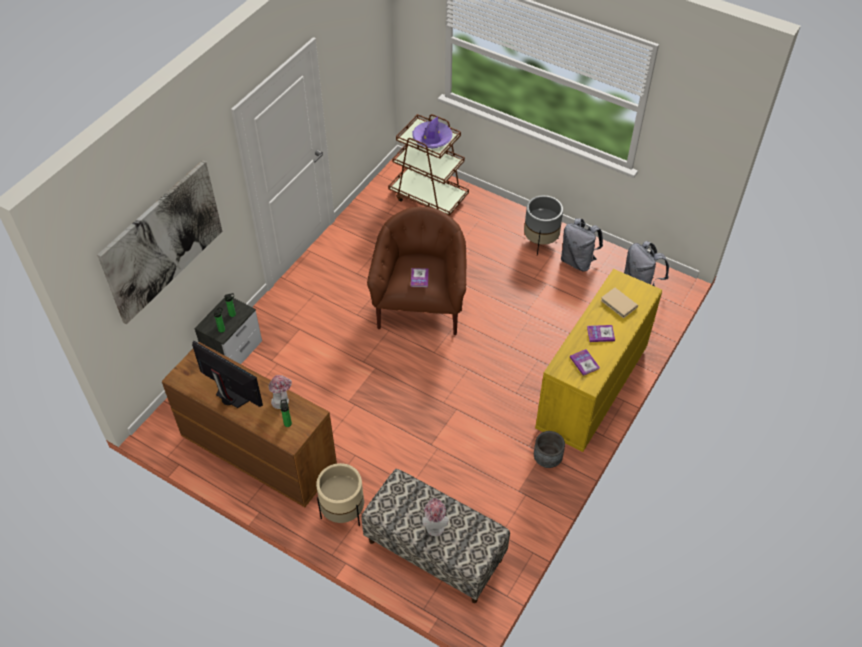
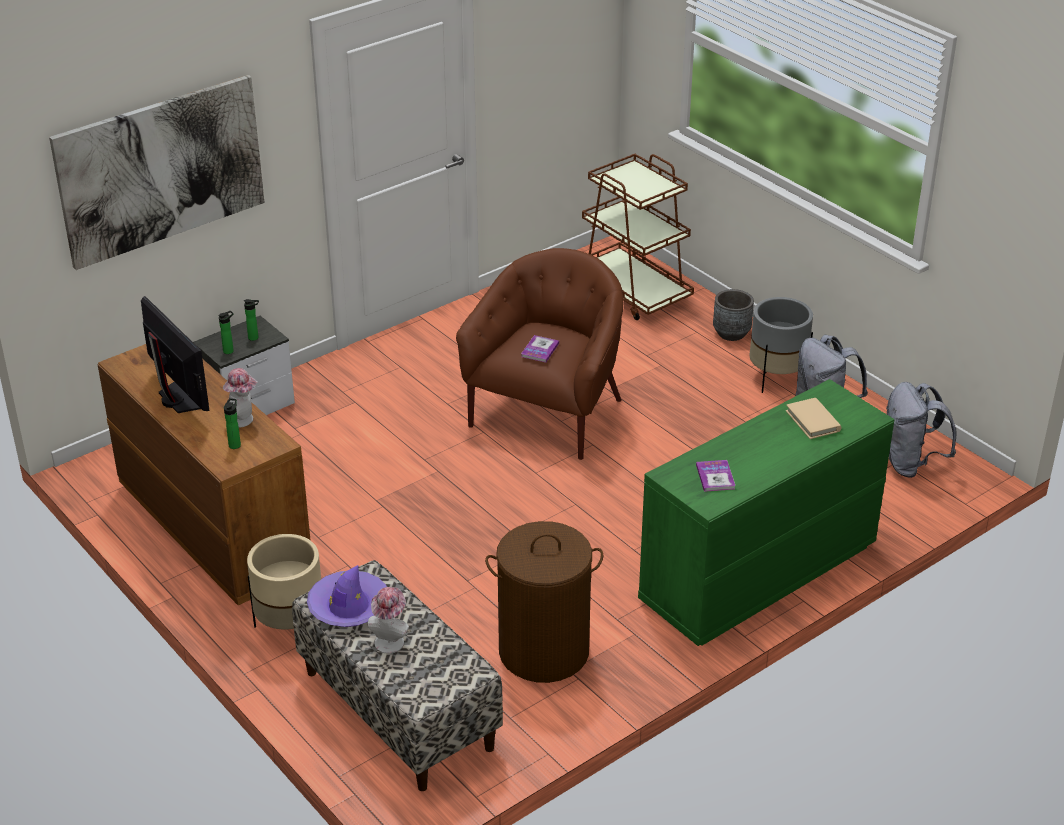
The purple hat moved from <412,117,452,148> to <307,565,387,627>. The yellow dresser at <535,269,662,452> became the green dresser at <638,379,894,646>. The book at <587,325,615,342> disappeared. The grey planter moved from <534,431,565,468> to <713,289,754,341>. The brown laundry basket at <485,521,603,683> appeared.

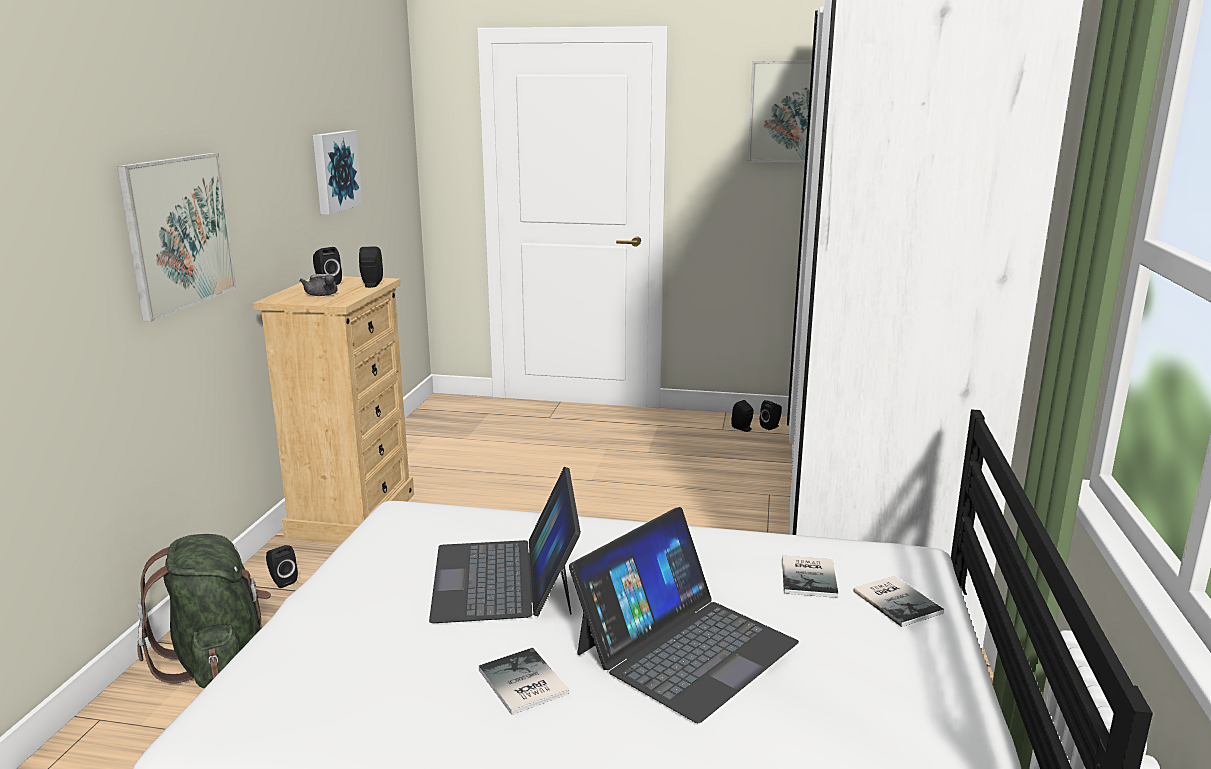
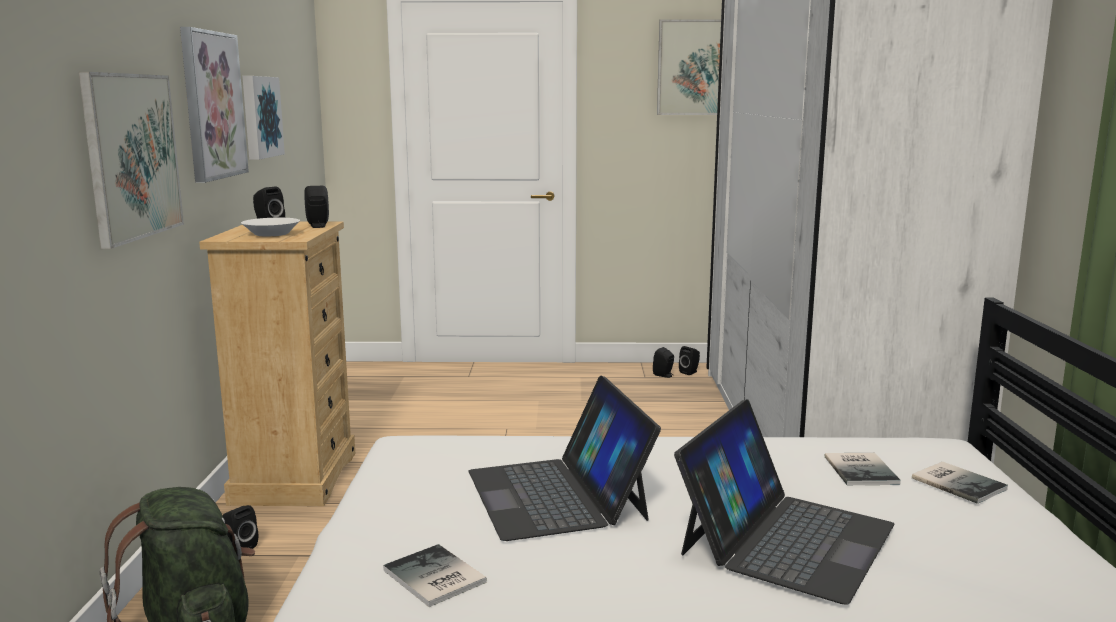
The grey teapot at <300,274,338,296> was replaced by the white bowl at <241,218,300,237>. The book moved from <479,648,569,715> to <383,544,487,607>. The picture at <180,27,249,183> appeared.

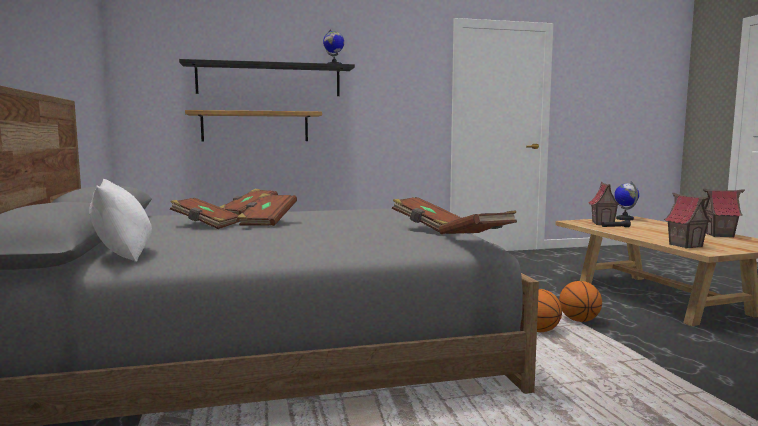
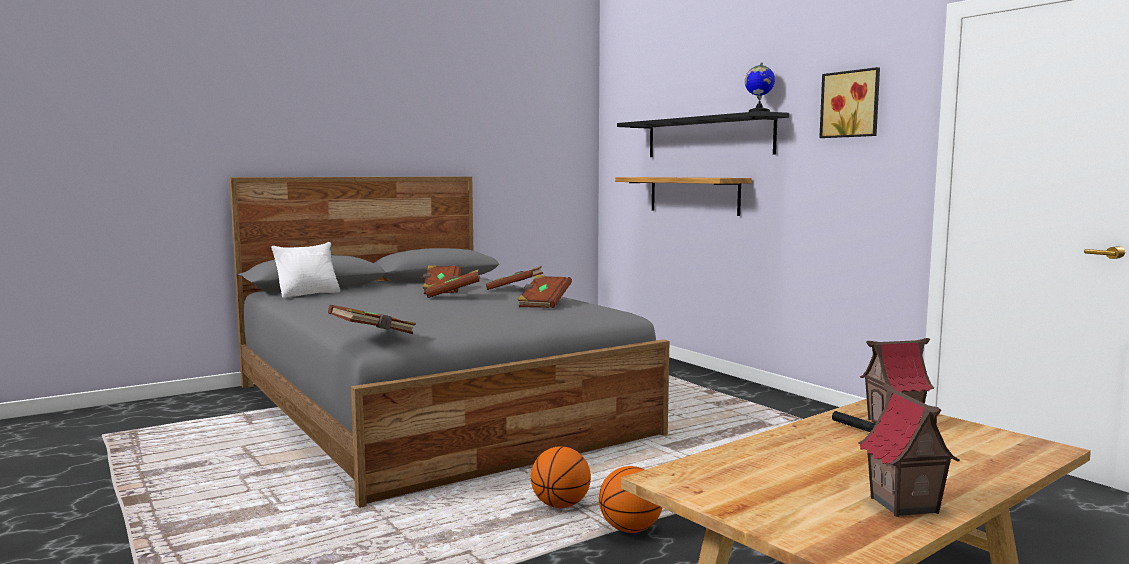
The globe at <614,181,639,220> disappeared. The toy house at <664,193,712,249> disappeared. The brown book moved from <392,197,461,233> to <517,275,572,308>. The picture at <819,67,880,138> appeared.

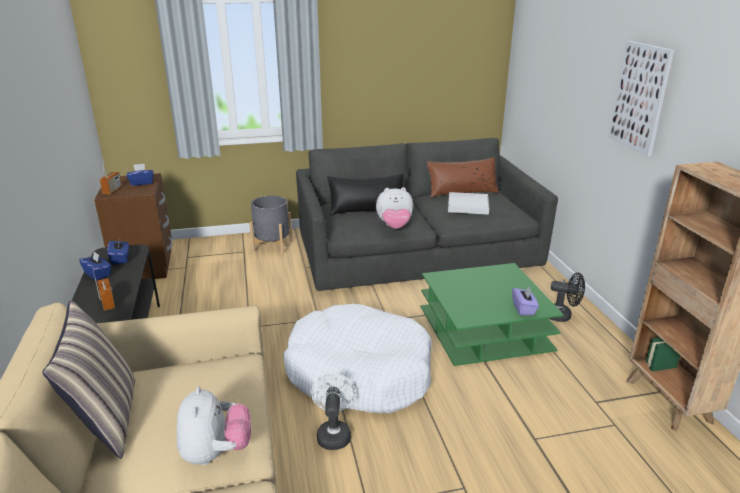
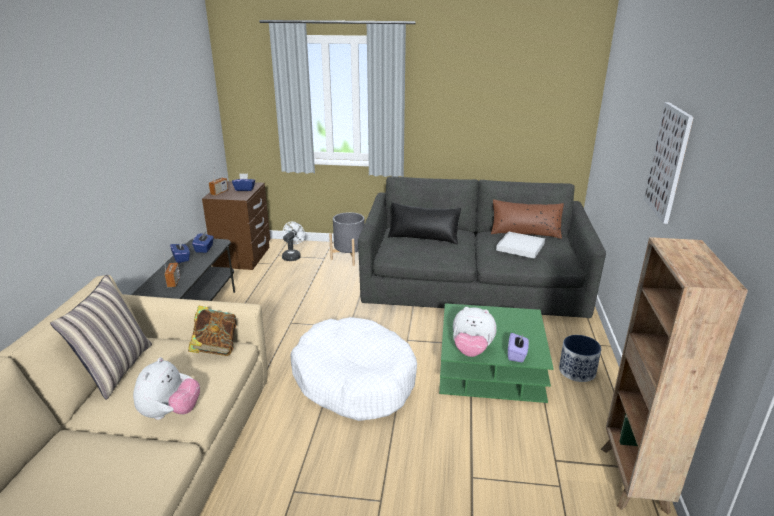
The plush toy moved from <376,187,413,229> to <453,307,497,357>. The black fan at <549,273,585,322> was replaced by the planter at <559,335,601,382>. The white fan moved from <311,373,356,450> to <282,221,305,261>. The book at <188,305,236,356> appeared.

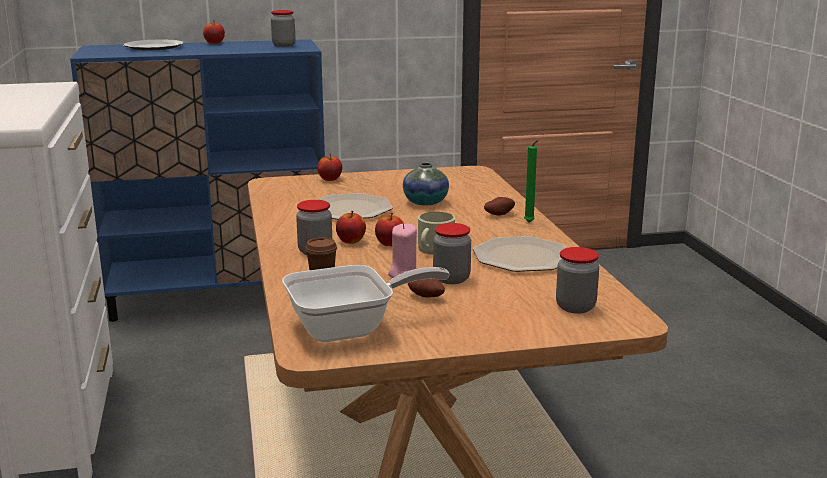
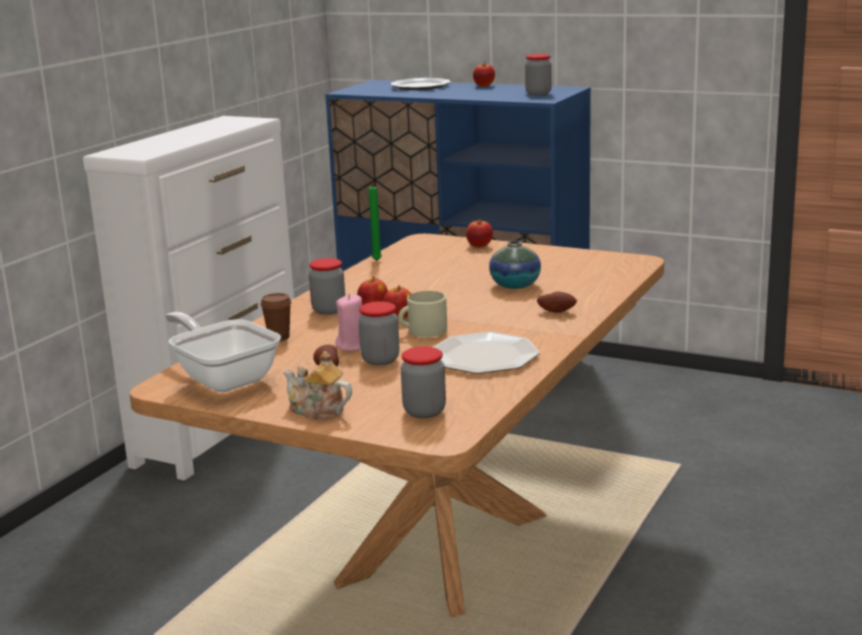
The green candle moved from <524,140,538,223> to <369,181,382,261>. The plate at <316,193,392,220> disappeared. The frying pan at <282,265,450,342> turned 150 degrees counterclockwise. The teapot at <283,351,352,420> appeared.

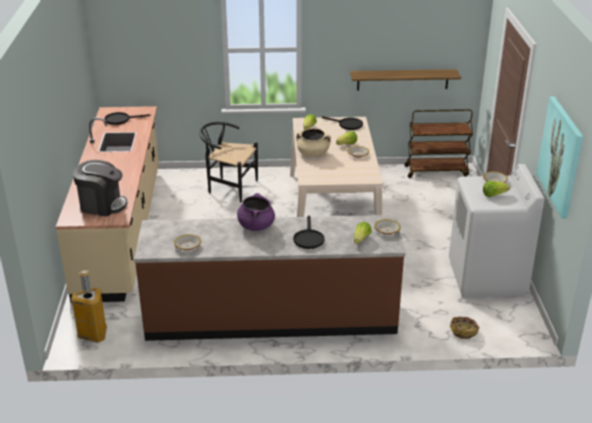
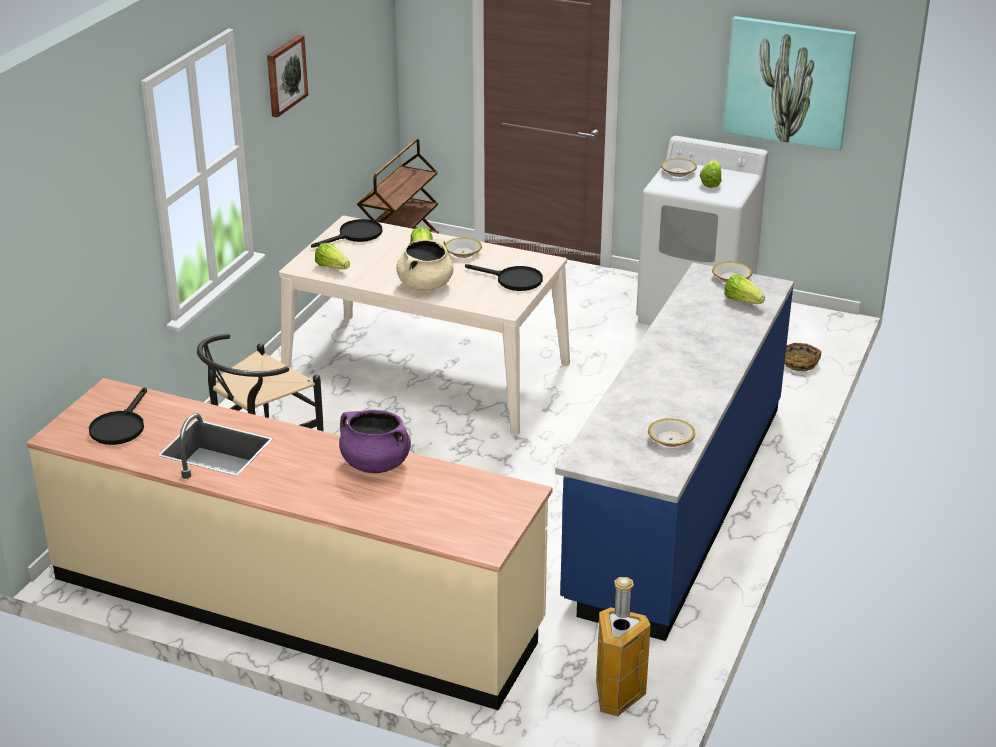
The shelf at <350,69,461,91> disappeared. The coffee machine at <73,160,127,216> disappeared. The purple cooking pot moved from <237,193,275,231> to <339,410,411,473>. The brown counter at <134,215,405,341> became the blue counter at <555,263,794,641>. The black frying pan moved from <293,216,325,249> to <465,264,543,291>. The picture at <267,35,308,118> appeared.

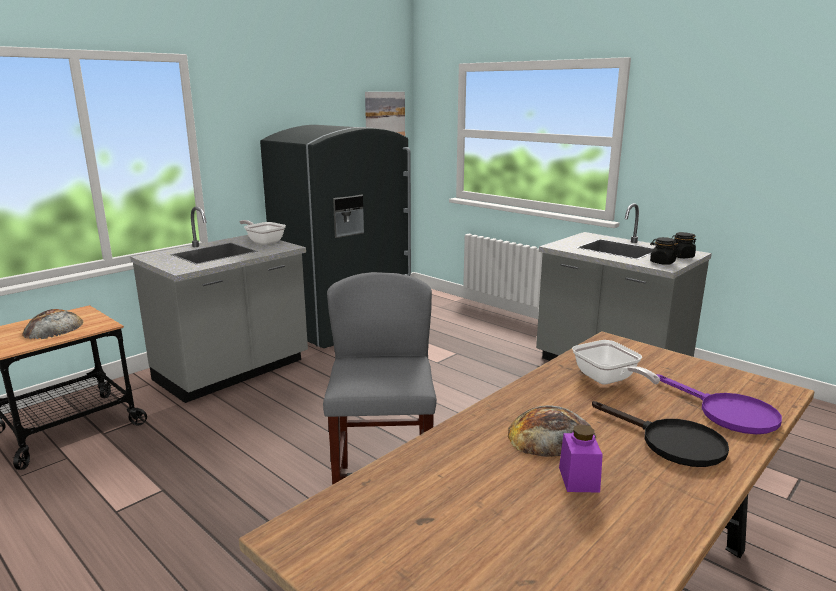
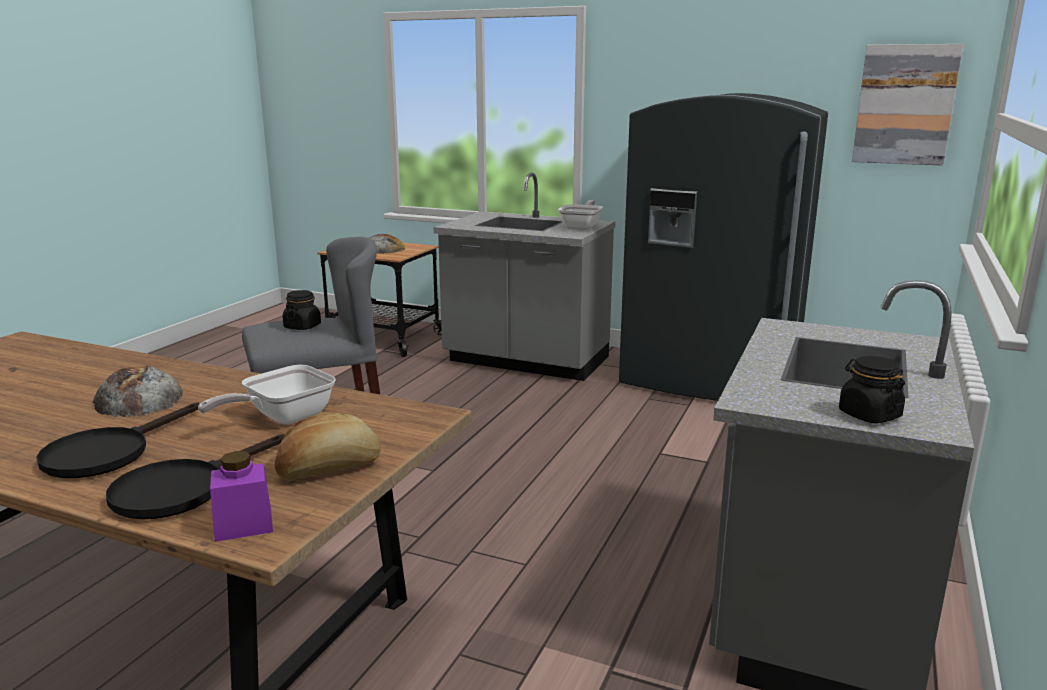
The black jar moved from <650,237,678,265> to <282,290,321,330>. The purple frying pan at <657,374,782,434> became the black frying pan at <106,434,284,519>. The purple jar moved from <559,424,603,492> to <210,451,273,542>. The bread at <275,412,381,480> appeared.

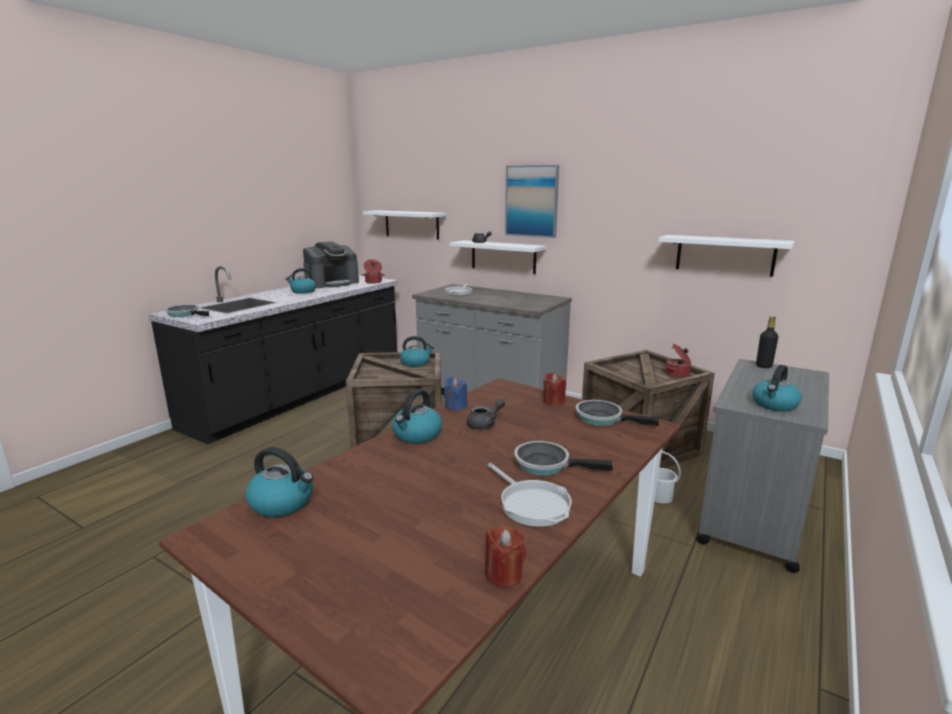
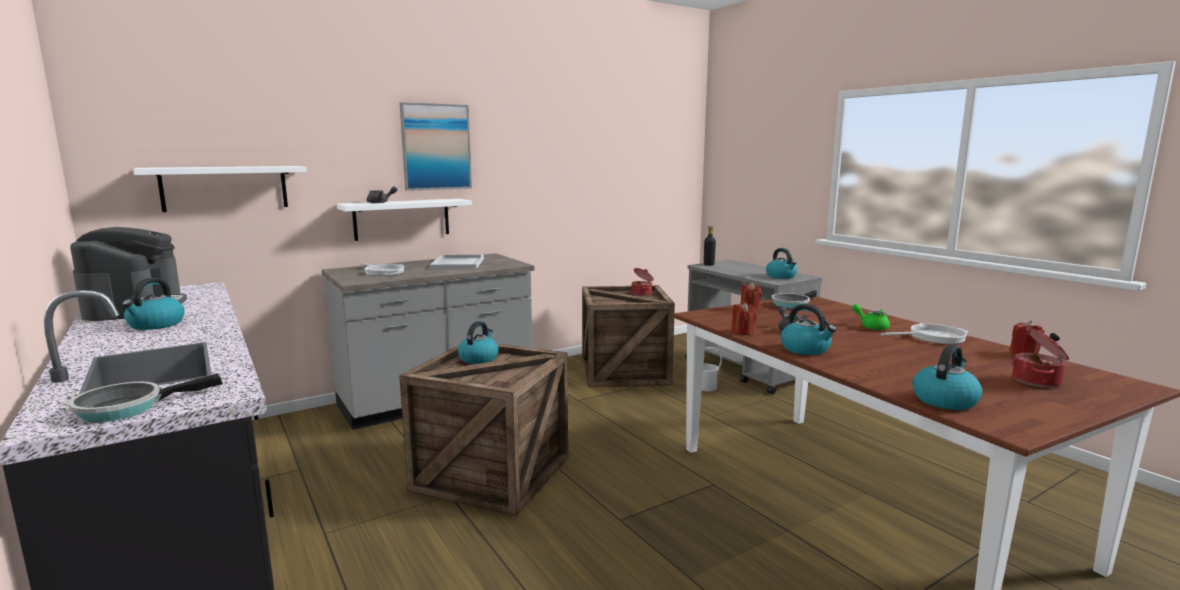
The white shelf at <658,235,795,277> disappeared. The cooking pot moved from <362,259,385,284> to <1012,327,1069,388>. The blue candle at <444,377,468,411> became the red candle at <731,302,757,335>. The frying pan at <514,441,613,476> was replaced by the green teapot at <852,304,890,330>. The white tray at <429,255,484,269> appeared.

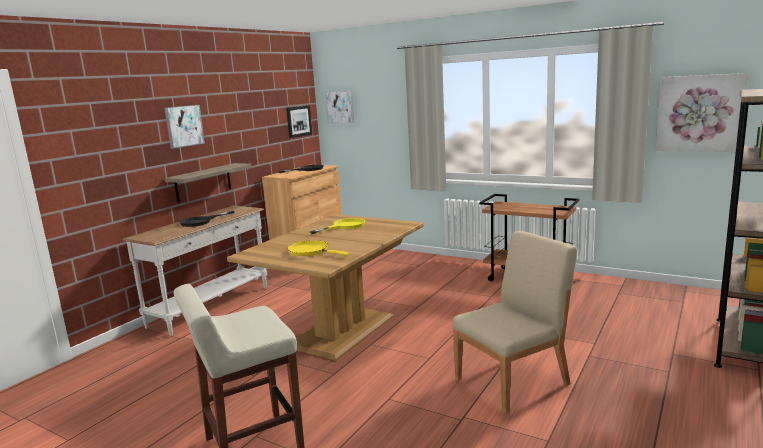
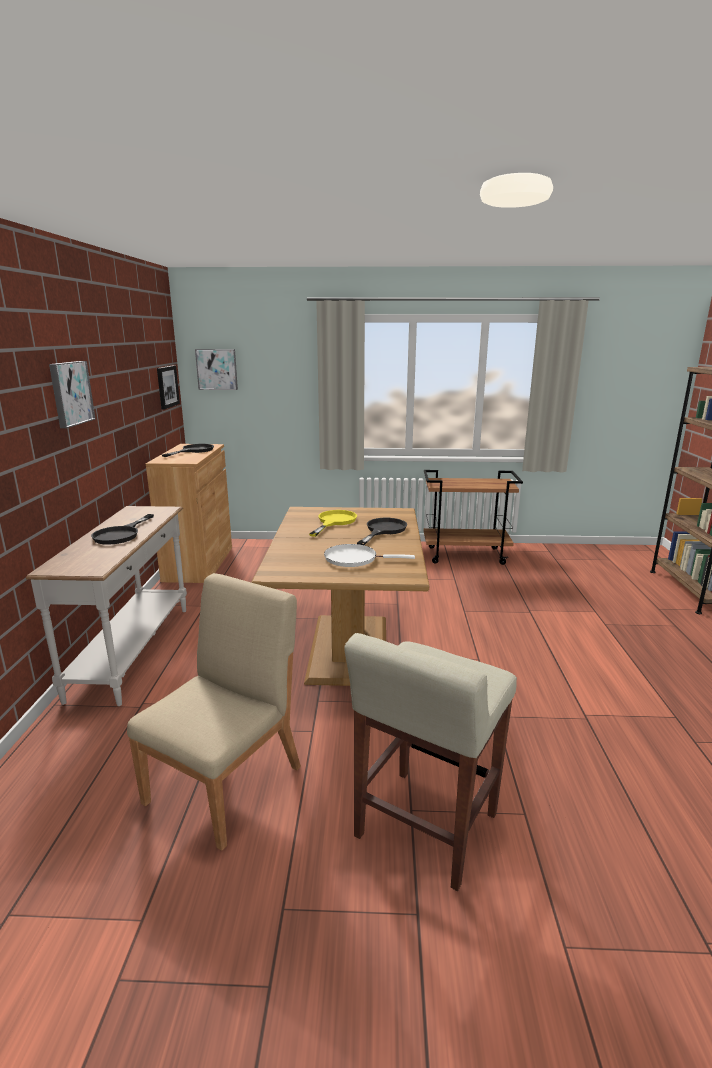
The picture at <655,73,748,152> disappeared. The shelf at <165,163,252,203> disappeared. The beige chair moved from <452,231,577,414> to <127,573,301,851>. The yellow frying pan at <287,240,349,256> became the white frying pan at <324,544,415,567>. The black frying pan at <357,518,407,545> appeared.

